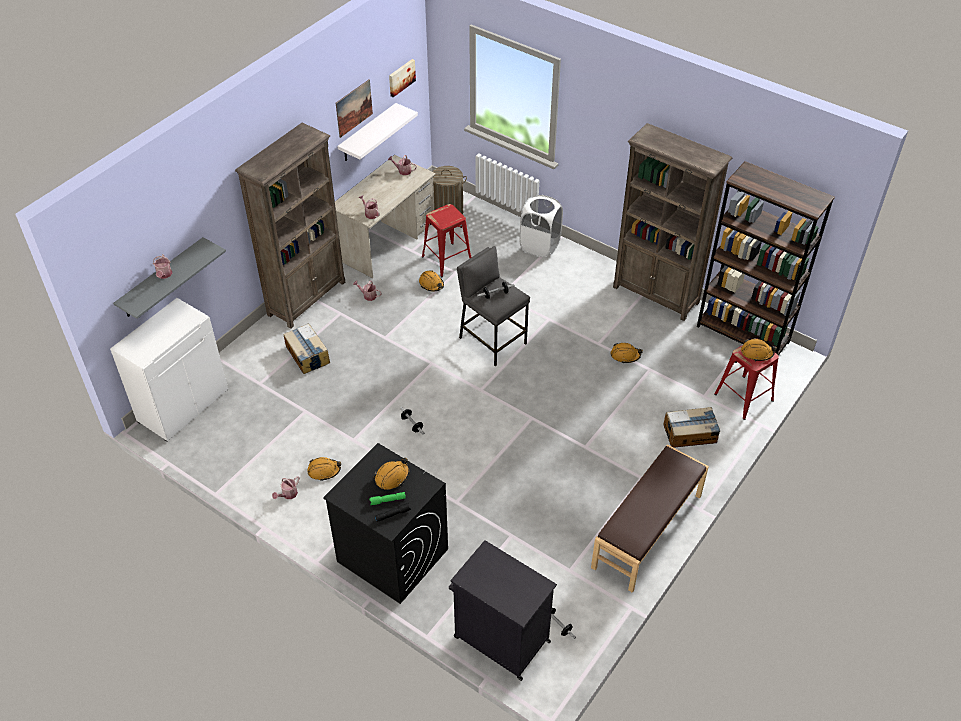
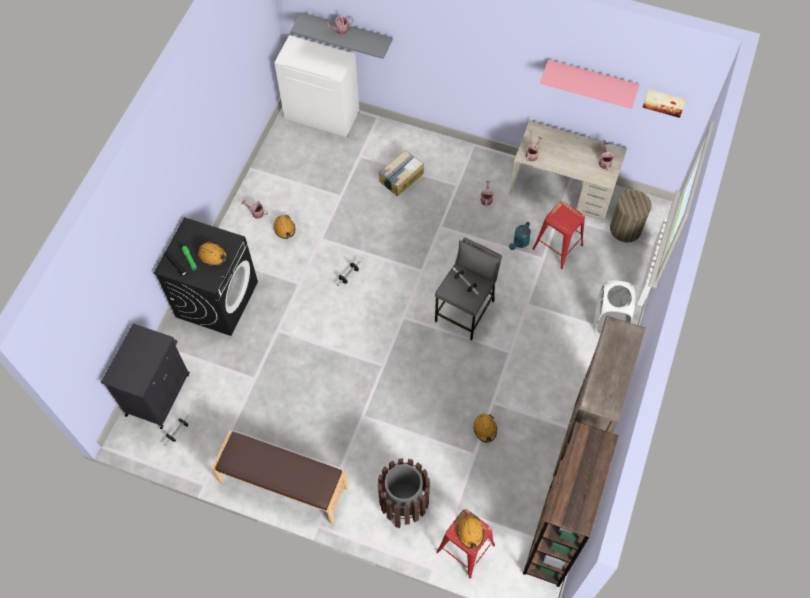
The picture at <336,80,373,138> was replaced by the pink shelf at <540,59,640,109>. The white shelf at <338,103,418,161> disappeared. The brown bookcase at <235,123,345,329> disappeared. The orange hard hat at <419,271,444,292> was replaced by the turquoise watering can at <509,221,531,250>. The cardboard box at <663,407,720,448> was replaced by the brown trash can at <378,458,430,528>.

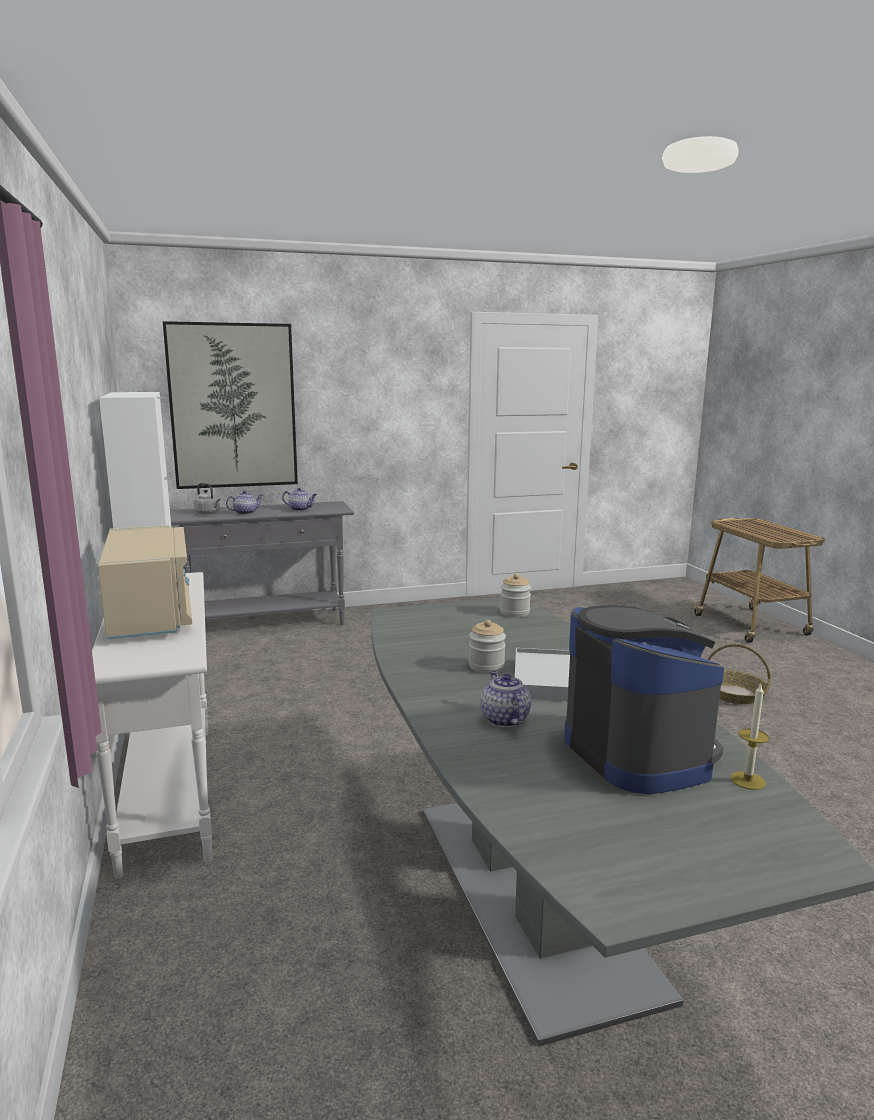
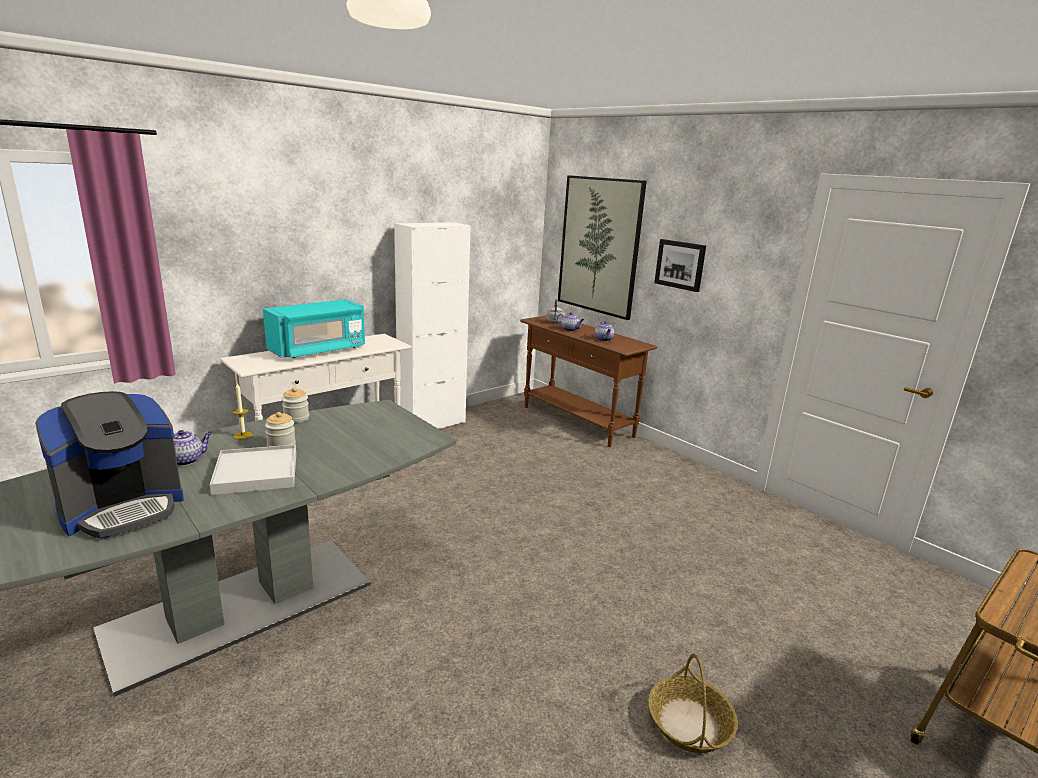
The grey console table at <170,501,354,625> became the brown console table at <520,315,658,447>. The beige microwave at <98,525,192,640> became the turquoise microwave at <263,299,365,358>. The jar moved from <500,574,531,617> to <282,387,309,423>. The candle moved from <731,683,769,790> to <232,383,253,439>. The picture at <654,239,706,292> appeared.

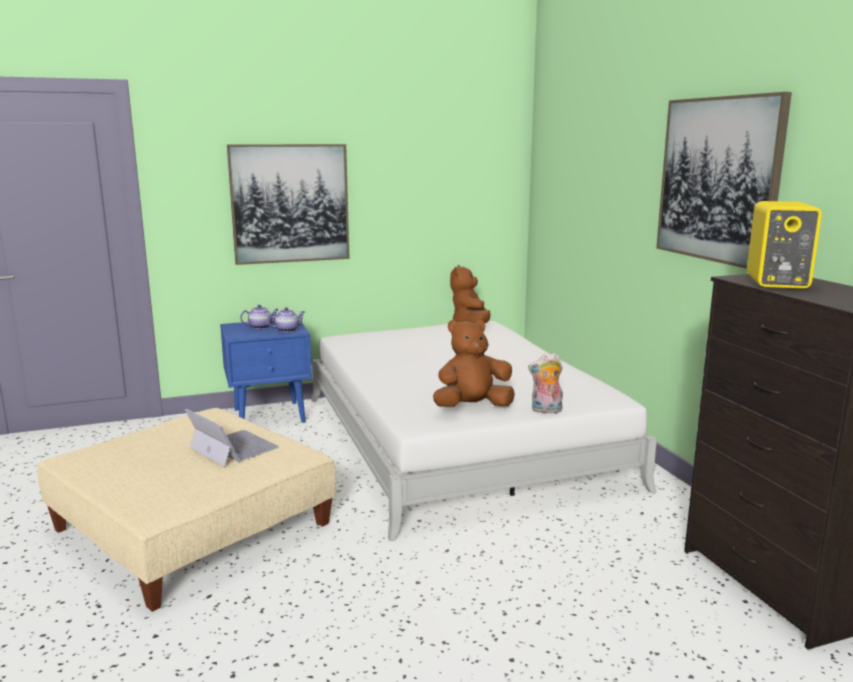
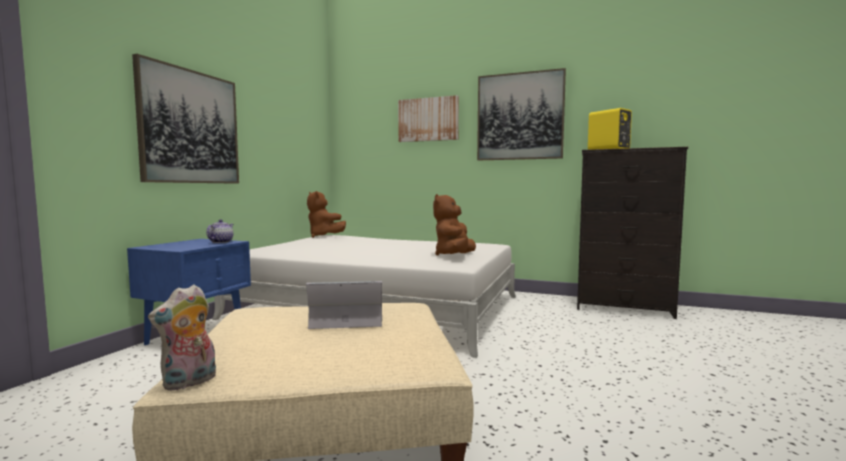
The teapot at <240,305,279,329> disappeared. The plush toy moved from <528,353,563,413> to <148,284,216,391>. The picture at <398,95,459,142> appeared.

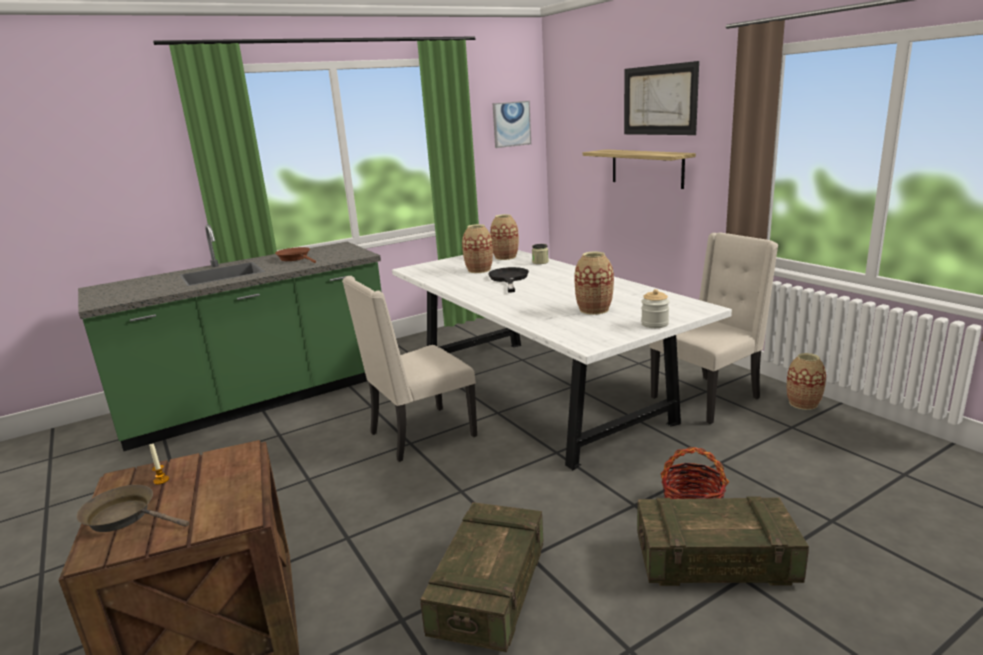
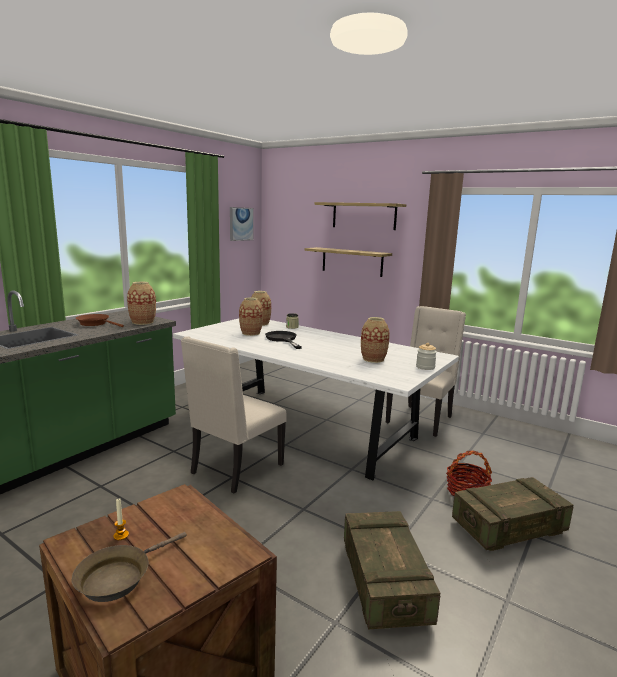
The picture at <624,61,699,135> was replaced by the shelf at <315,202,406,230>. The vase moved from <787,353,826,410> to <127,282,156,325>. The brown frying pan at <77,485,189,532> turned 45 degrees counterclockwise.

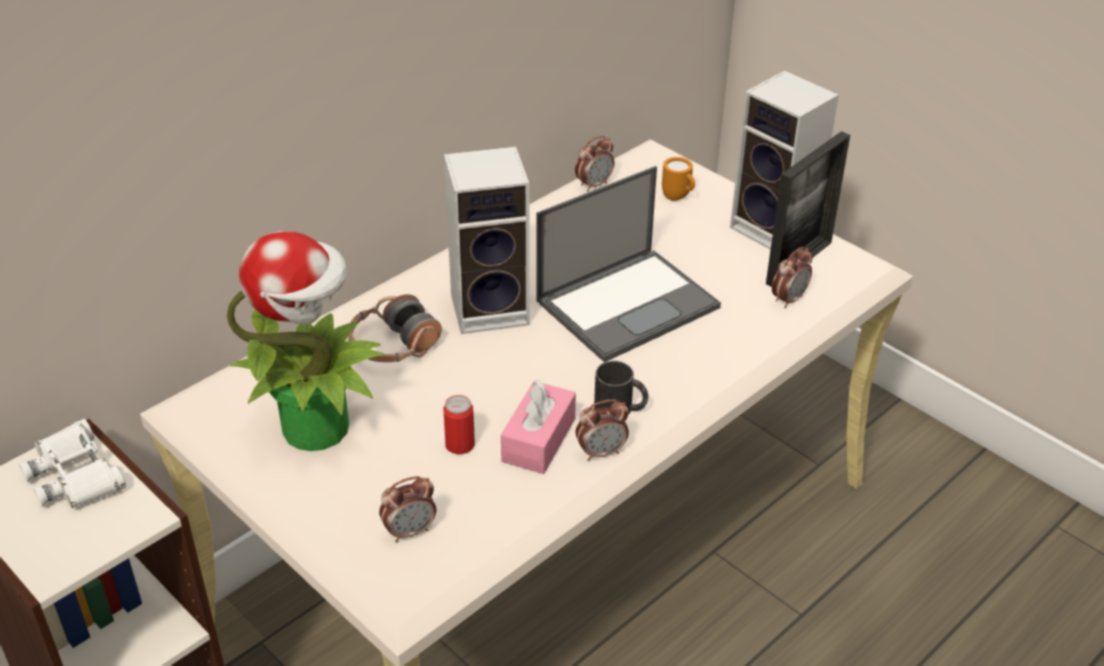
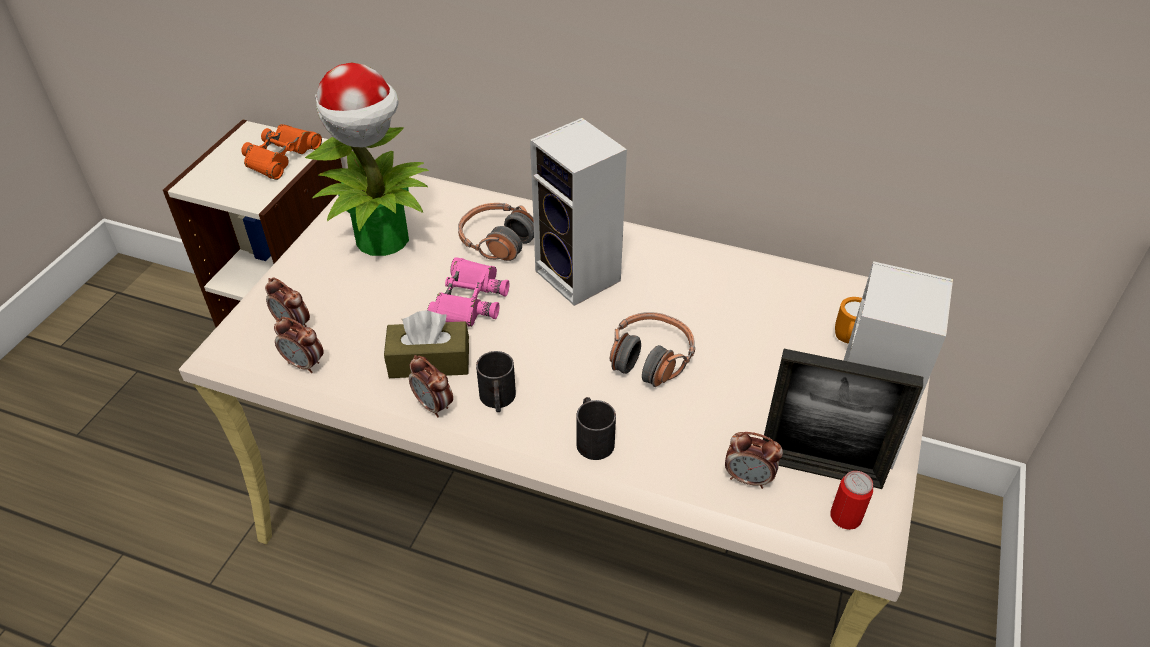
The alarm clock moved from <575,136,614,191> to <274,317,323,373>. The laptop at <536,166,721,362> was replaced by the headphones at <610,312,695,387>. The pink tissue box at <501,380,576,474> became the brown tissue box at <384,310,469,378>. The can moved from <443,395,475,454> to <830,471,873,530>. The white binoculars at <19,419,126,508> became the orange binoculars at <241,124,322,180>. The pink binoculars at <427,257,510,327> appeared. The black mug at <576,397,616,460> appeared.

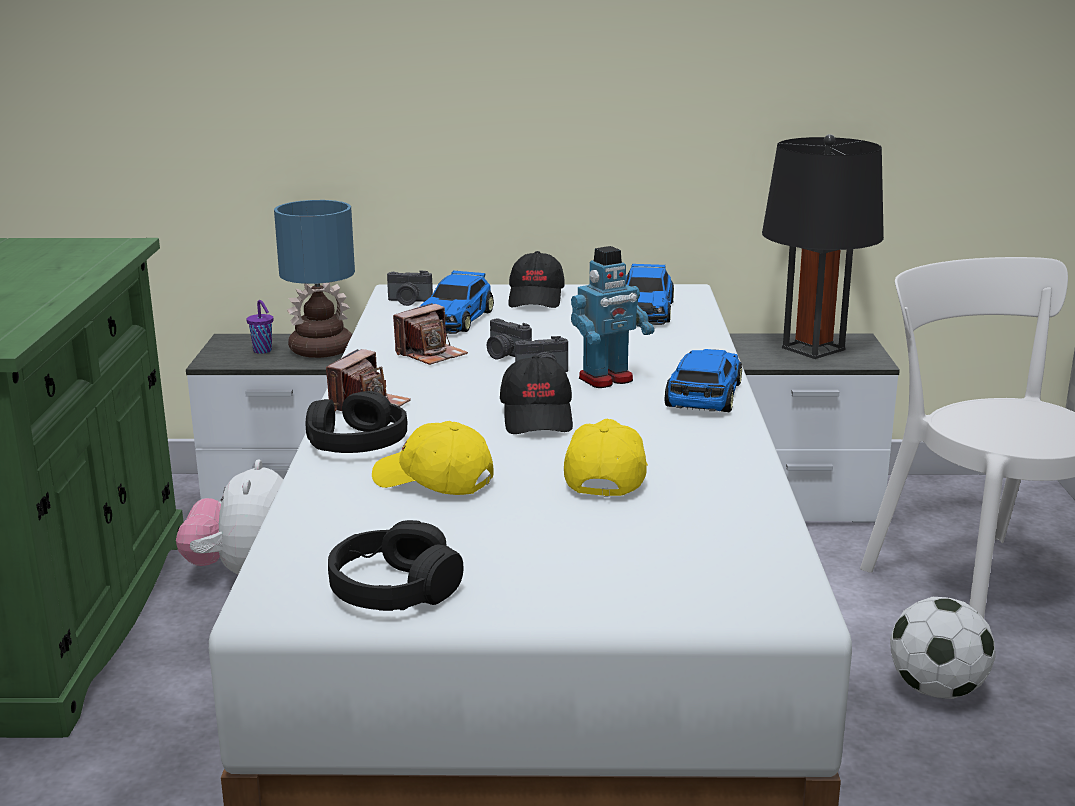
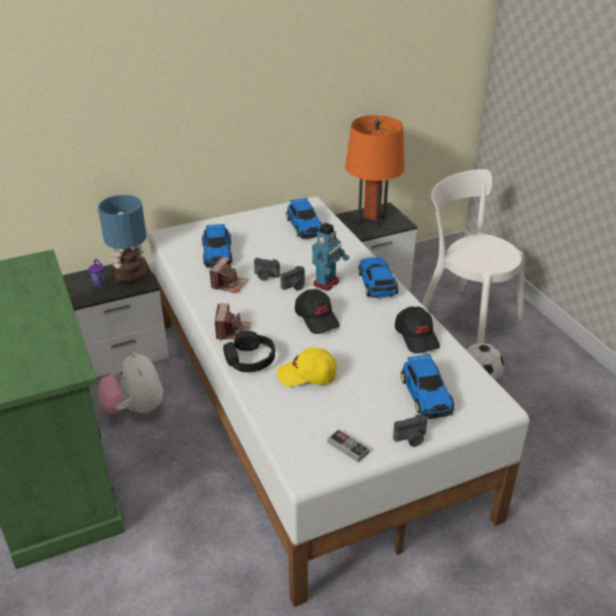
The black table lamp at <762,134,884,359> became the orange table lamp at <345,115,405,227>. The black cap moved from <508,251,565,308> to <395,306,440,354>. The photo camera moved from <387,271,433,306> to <393,414,427,447>. The yellow cap at <564,419,648,497> disappeared. The black headphones at <328,520,463,611> was replaced by the game controller at <327,429,369,462>. The toy car at <401,354,454,419> appeared.

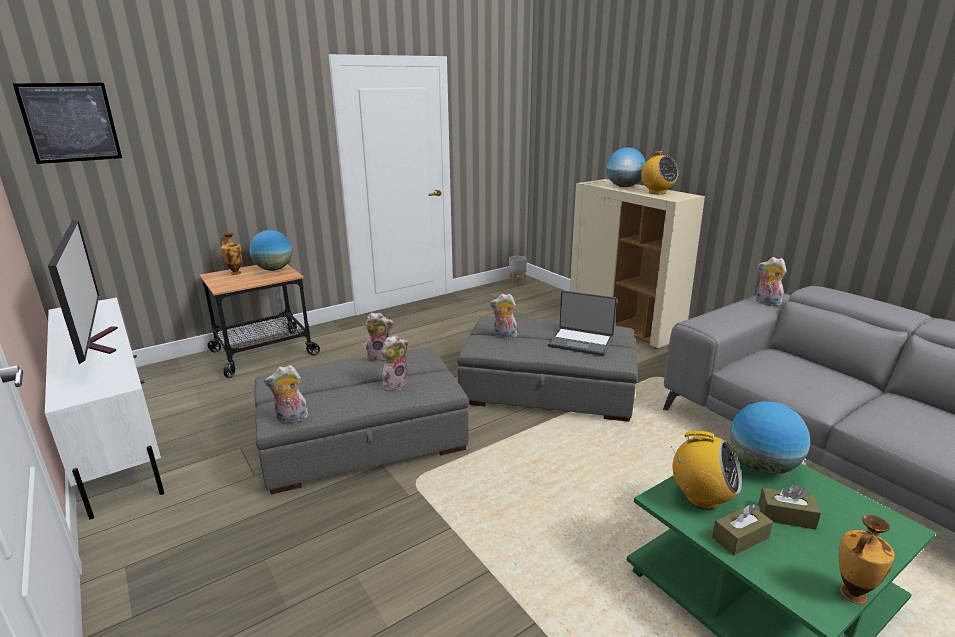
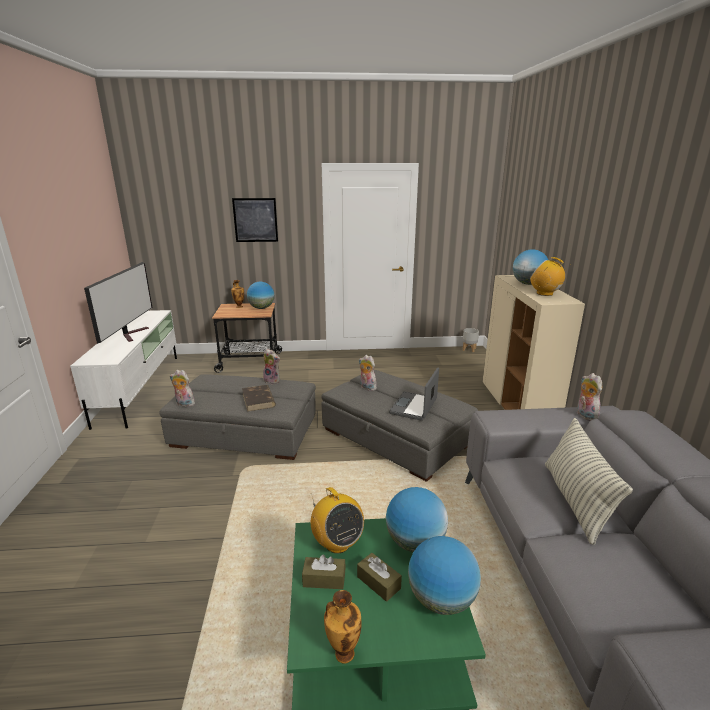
The picture moved from <13,83,122,164> to <232,198,278,242>. The radio at <641,151,679,194> turned 135 degrees clockwise. The laptop at <548,290,617,356> turned 60 degrees clockwise. The plush toy at <382,335,408,391> was replaced by the brown book at <242,385,276,412>. The pillow at <545,418,633,545> appeared. The globe at <408,536,481,615> appeared.

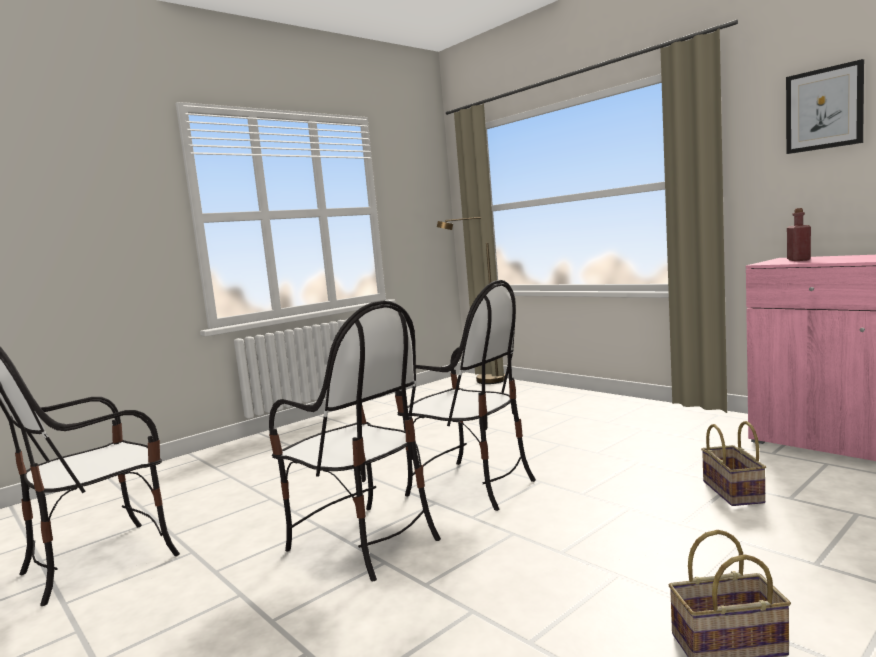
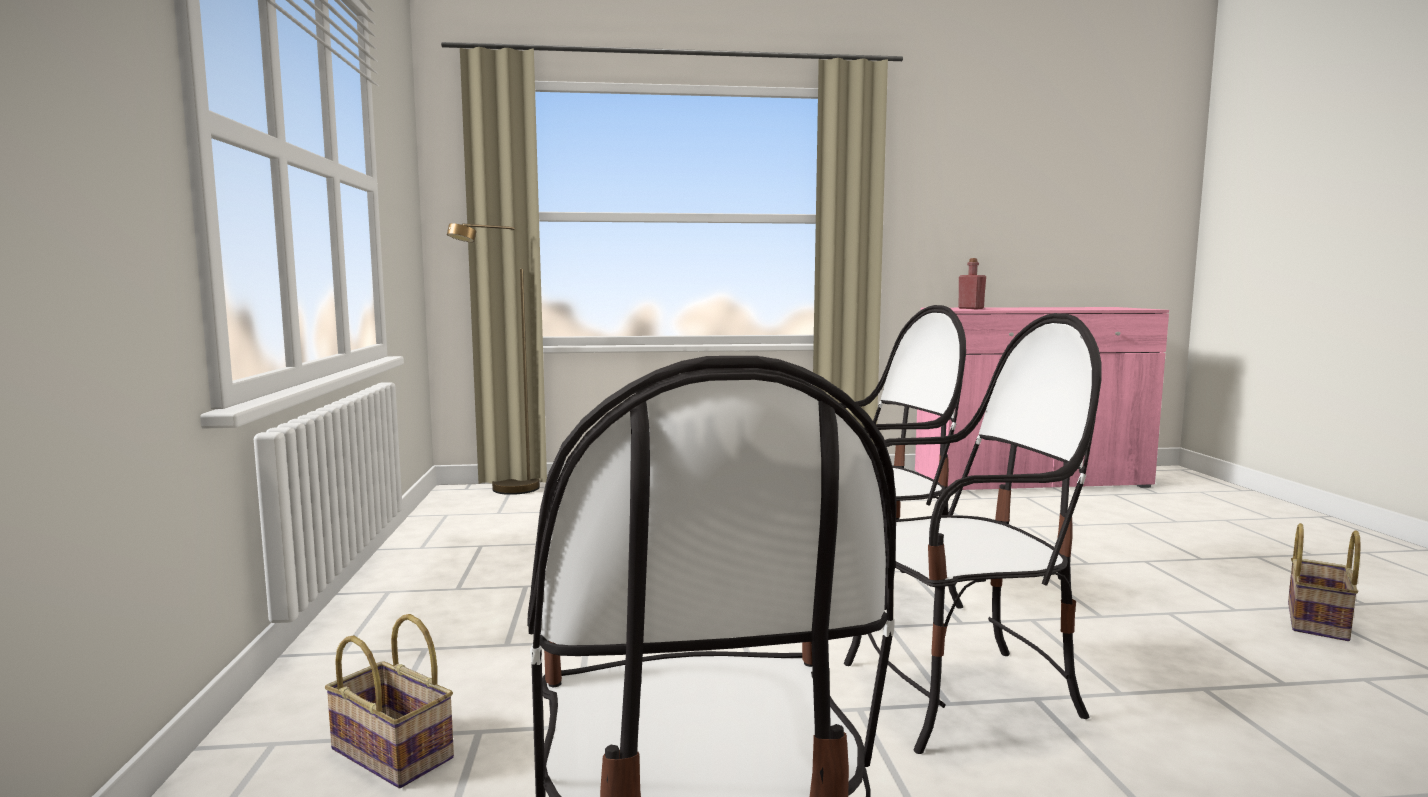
The picture at <786,59,864,154> disappeared. The basket moved from <701,421,766,506> to <325,614,454,788>.

